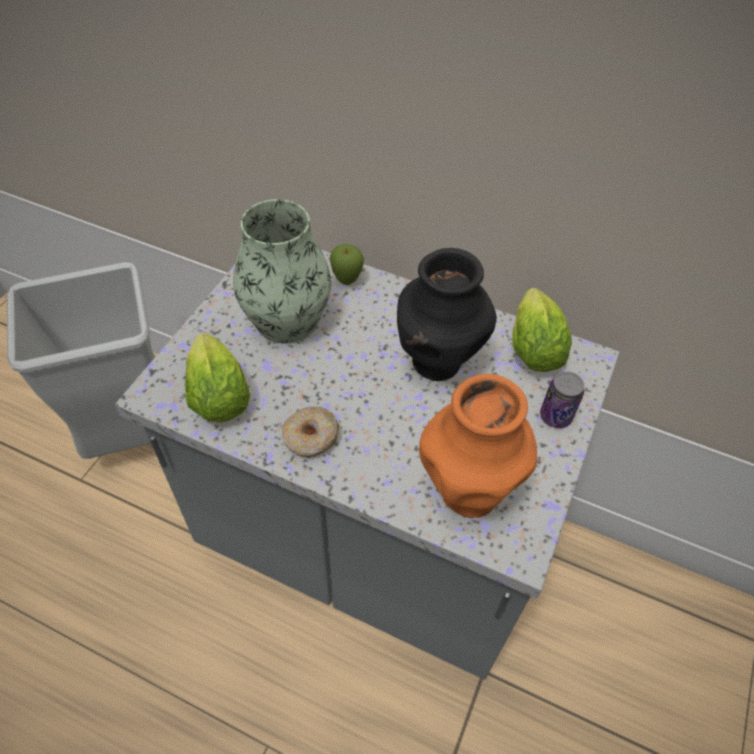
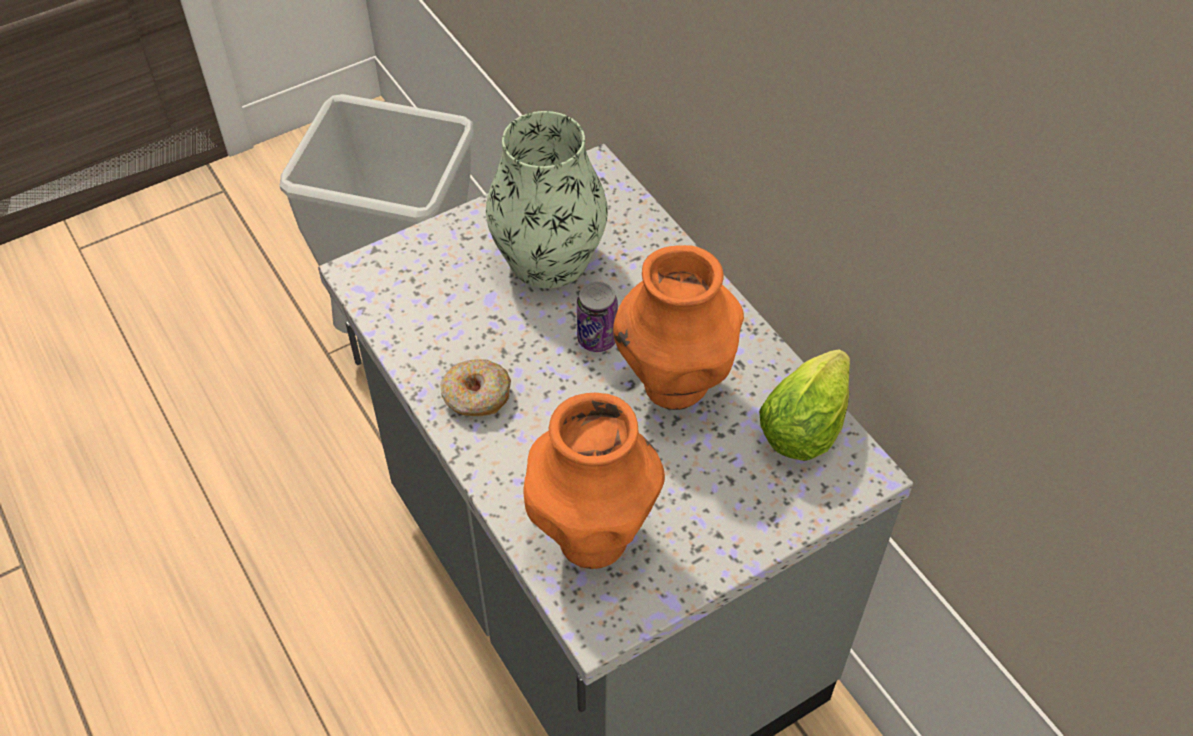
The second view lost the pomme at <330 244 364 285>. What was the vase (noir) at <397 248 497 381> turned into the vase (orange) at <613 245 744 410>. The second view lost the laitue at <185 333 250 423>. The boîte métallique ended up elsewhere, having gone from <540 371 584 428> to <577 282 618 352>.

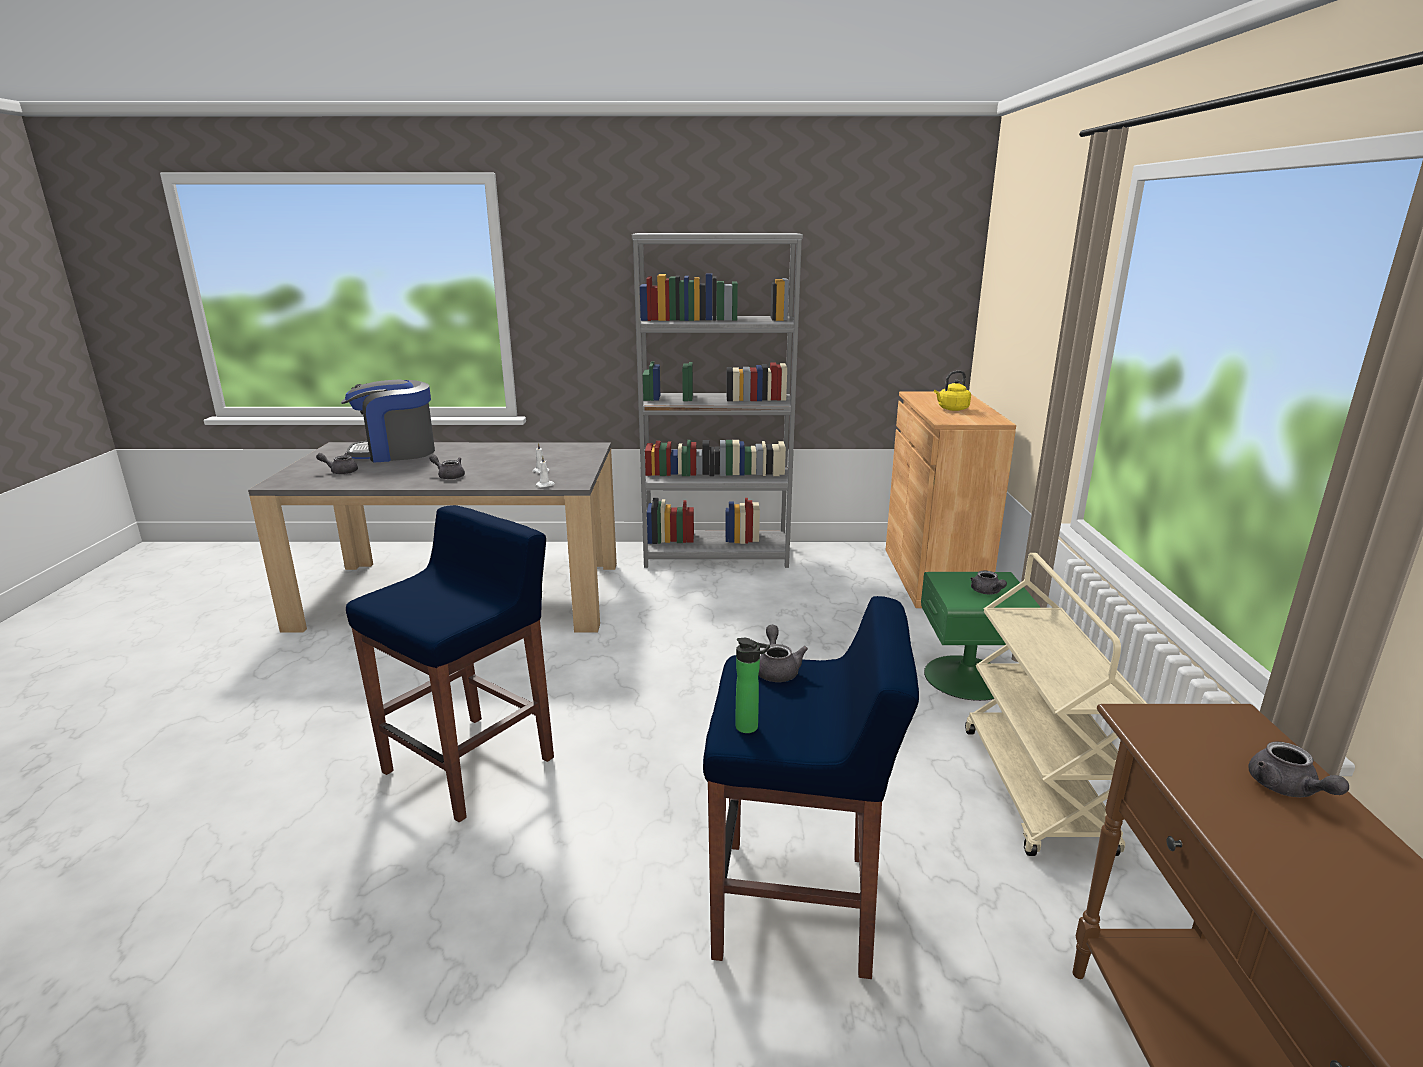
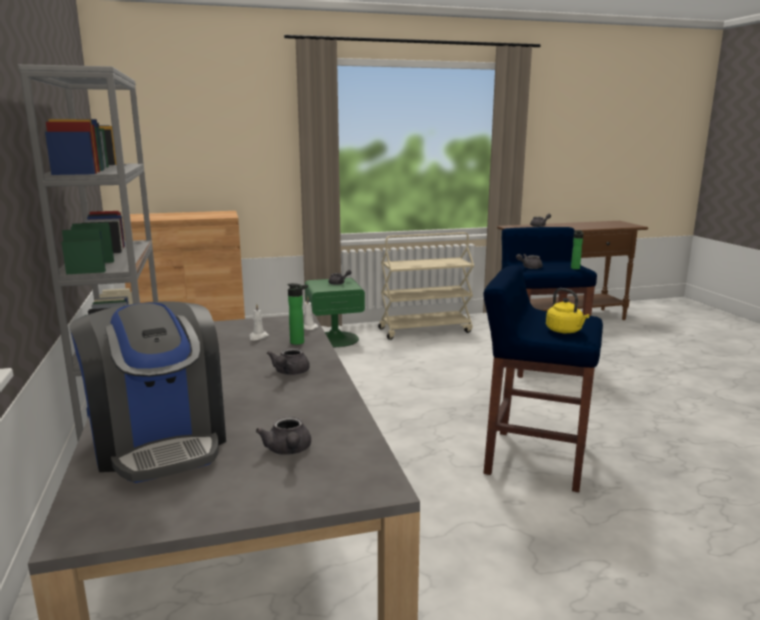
The bouilloire (jaune) ended up elsewhere, having gone from <934 371 971 411> to <546 288 589 333>. The second view gained the bouteille at <287 283 308 345>.

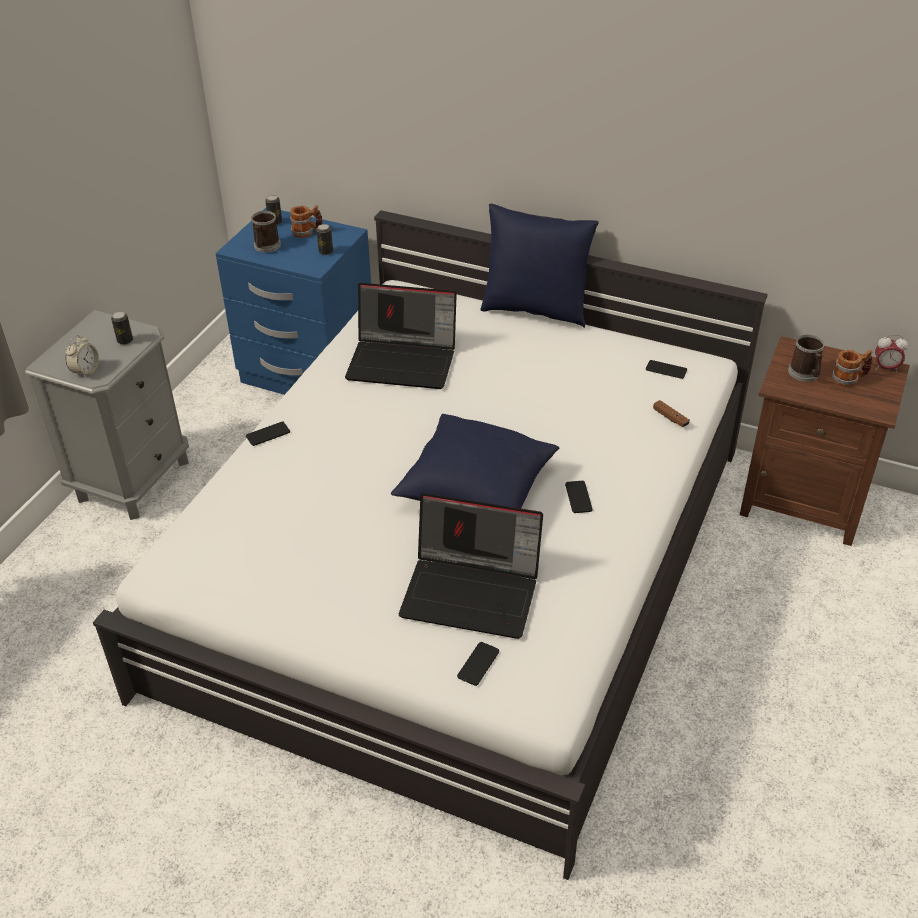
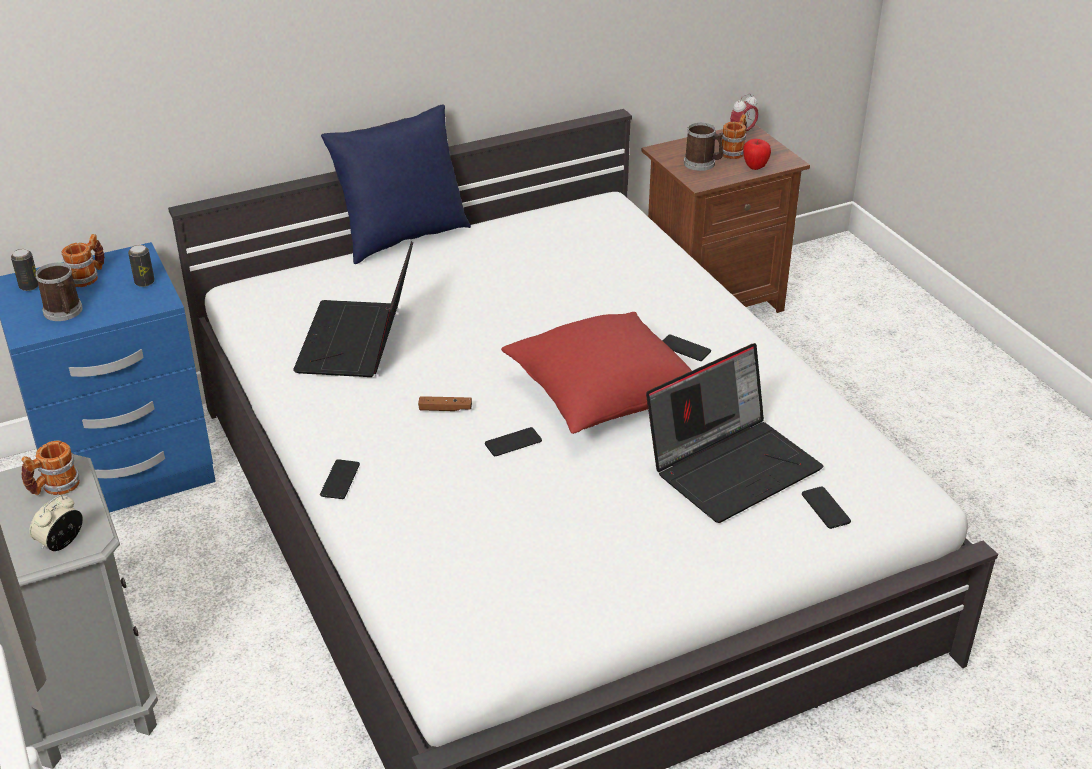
The ordinateur portable at <345 283 457 389> ended up facing another way, 135 degrees clockwise from before. Where the boîte métallique stood at <111 311 133 345>, the mug came to stand at <21 441 80 495>. The réveil at <65 335 99 379> ended up facing another way, 120 degrees counterclockwise from before. The téléphone ended up elsewhere, having gone from <646 360 687 379> to <485 427 542 456>. The manette (marron) ended up elsewhere, having gone from <653 400 690 427> to <418 396 472 411>. What was the coussin (bleu) at <391 414 559 508> turned into the coussin (rouge) at <501 312 692 434>. The second view gained the pomme at <743 139 771 170>.

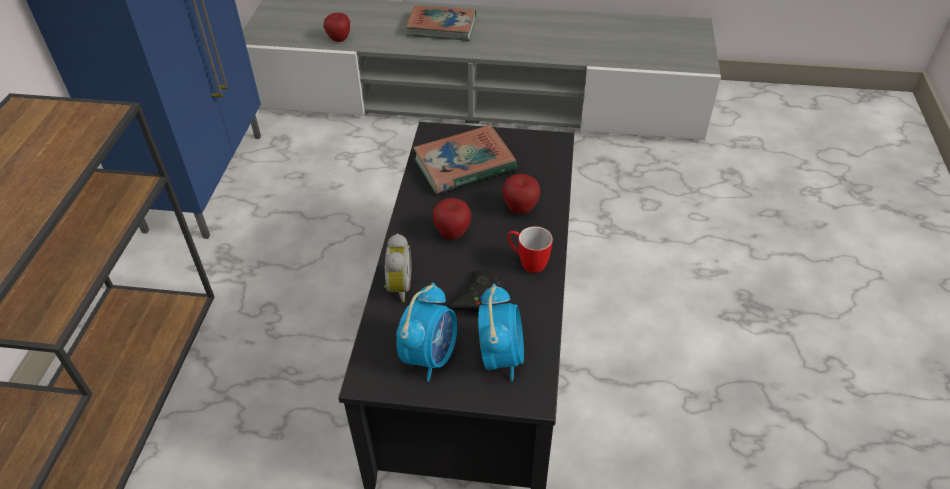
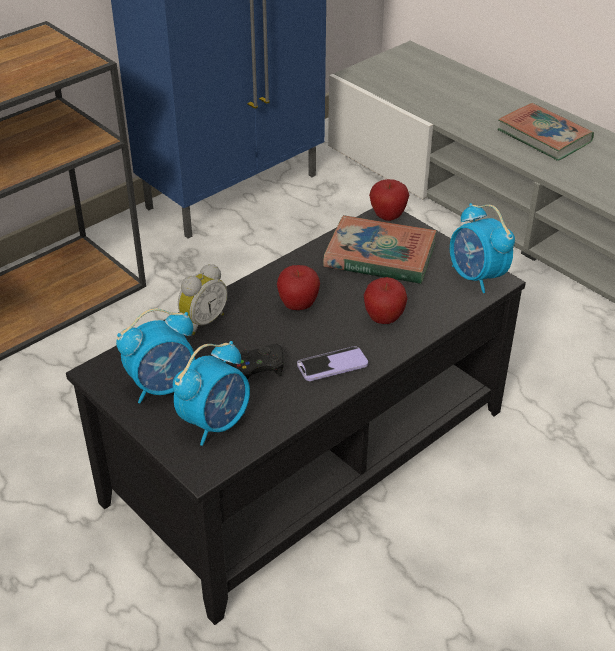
The pomme ended up elsewhere, having gone from <323 13 350 42> to <369 179 409 221>. Where the mug stood at <507 226 553 273>, the téléphone came to stand at <297 346 368 381>. The second view gained the réveil at <450 203 515 293>.

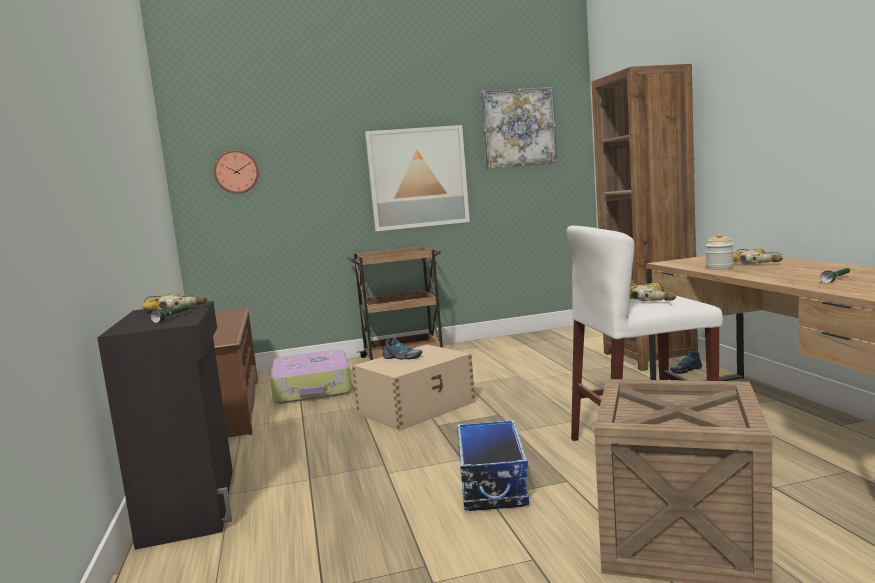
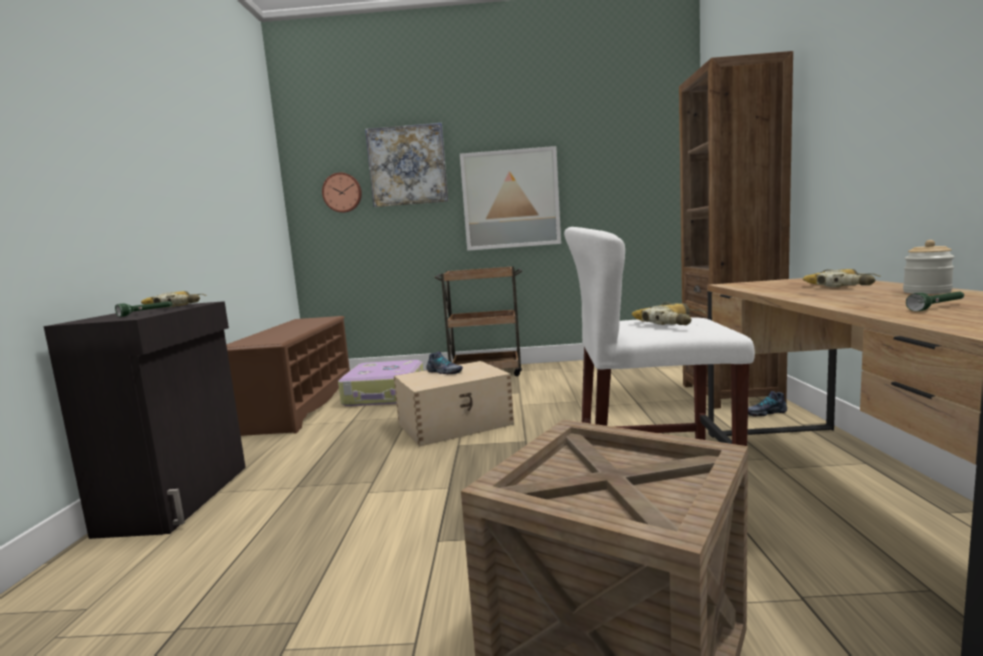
The tableau ended up elsewhere, having gone from <481 87 557 169> to <365 123 448 207>. The bocal ended up elsewhere, having gone from <705 233 734 270> to <903 240 955 294>. The second view lost the boîte de rangement at <457 420 529 511>.

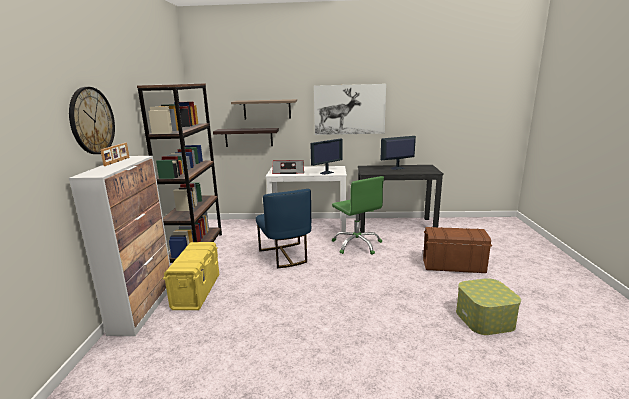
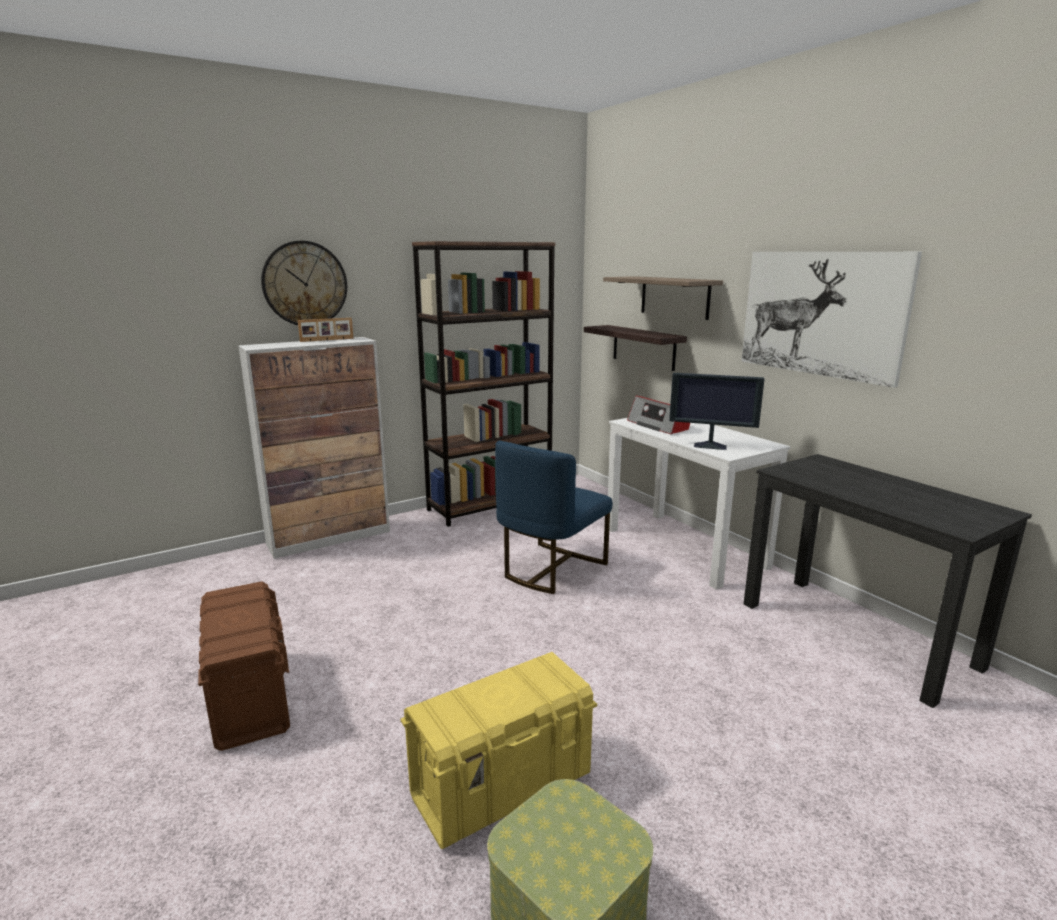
The second view lost the écran d'ordinateur at <380 136 416 170>. The second view lost the chaise de bureau (vert) at <332 176 384 255>. The boîte de rangement (marron) ended up elsewhere, having gone from <423 227 492 273> to <198 581 290 751>. The boîte de rangement (jaune) ended up elsewhere, having gone from <163 242 219 310> to <401 652 597 849>.

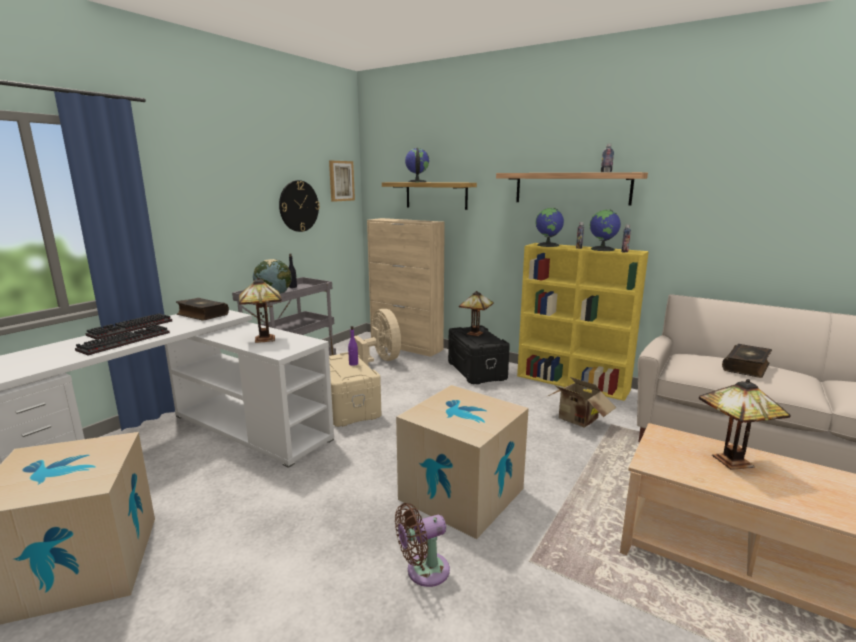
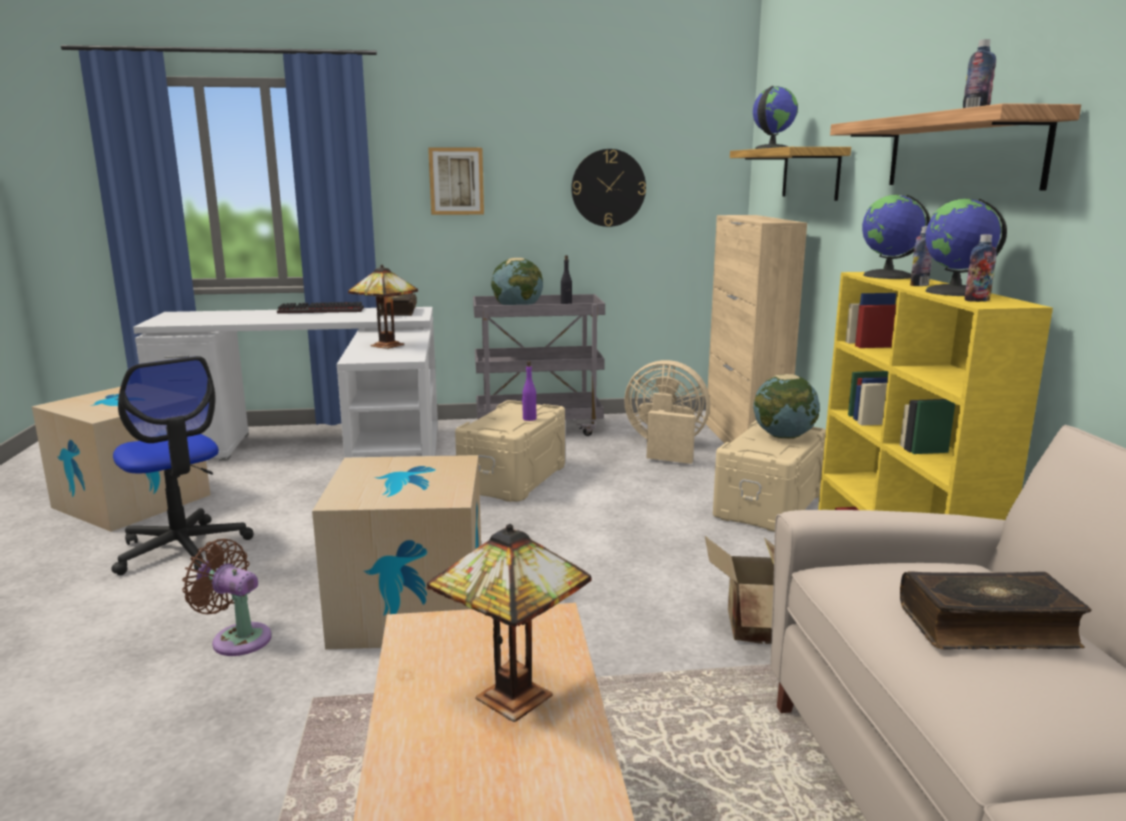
The tableau ended up elsewhere, having gone from <329 161 355 202> to <428 147 484 215>. Where the lampe de table stood at <459 291 494 336>, the globe came to stand at <753 374 820 439>. The ventilateur (beige) at <354 309 401 366> ended up facing another way, 90 degrees counterclockwise from before. The second view lost the clavier at <75 324 170 356>. What was the boîte de rangement (noir) at <448 325 510 384> turned into the boîte de rangement (beige) at <713 420 826 532>. The second view gained the chaise de bureau at <111 356 253 575>.

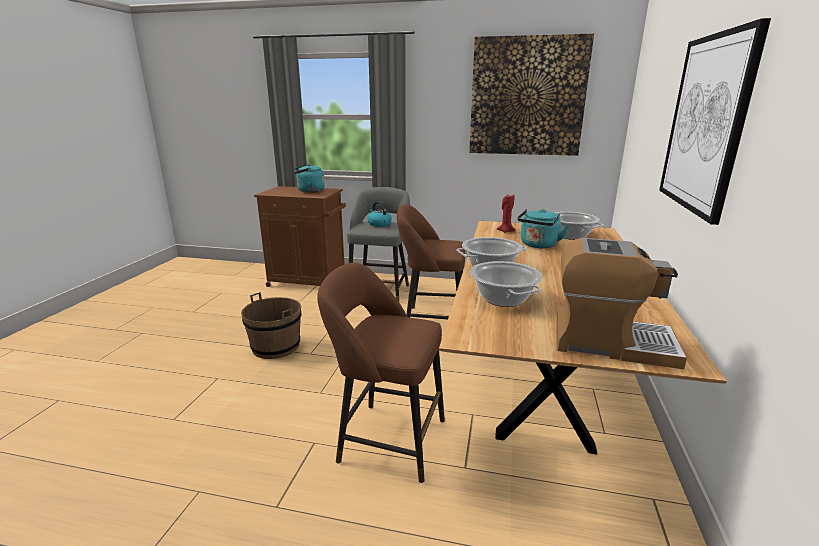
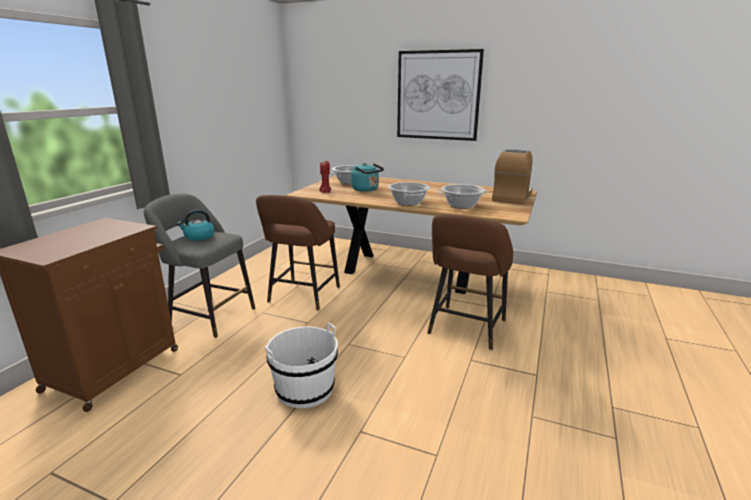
The second view lost the tableau at <469 34 594 156>. The second view lost the bouilloire (turquoise) at <294 164 325 192>. What was the seau (marron) at <241 292 301 359> turned into the seau (blanc) at <265 322 338 408>.

